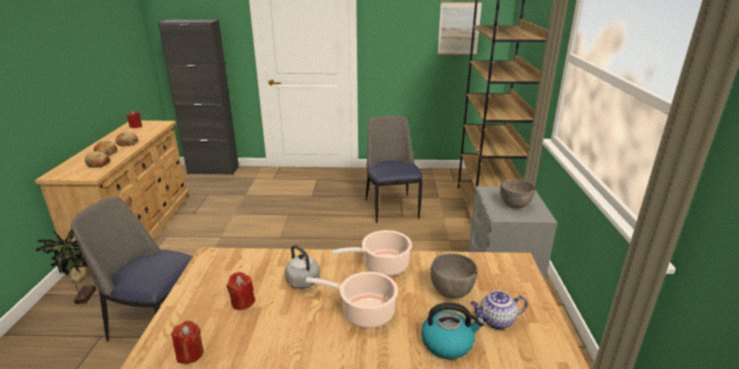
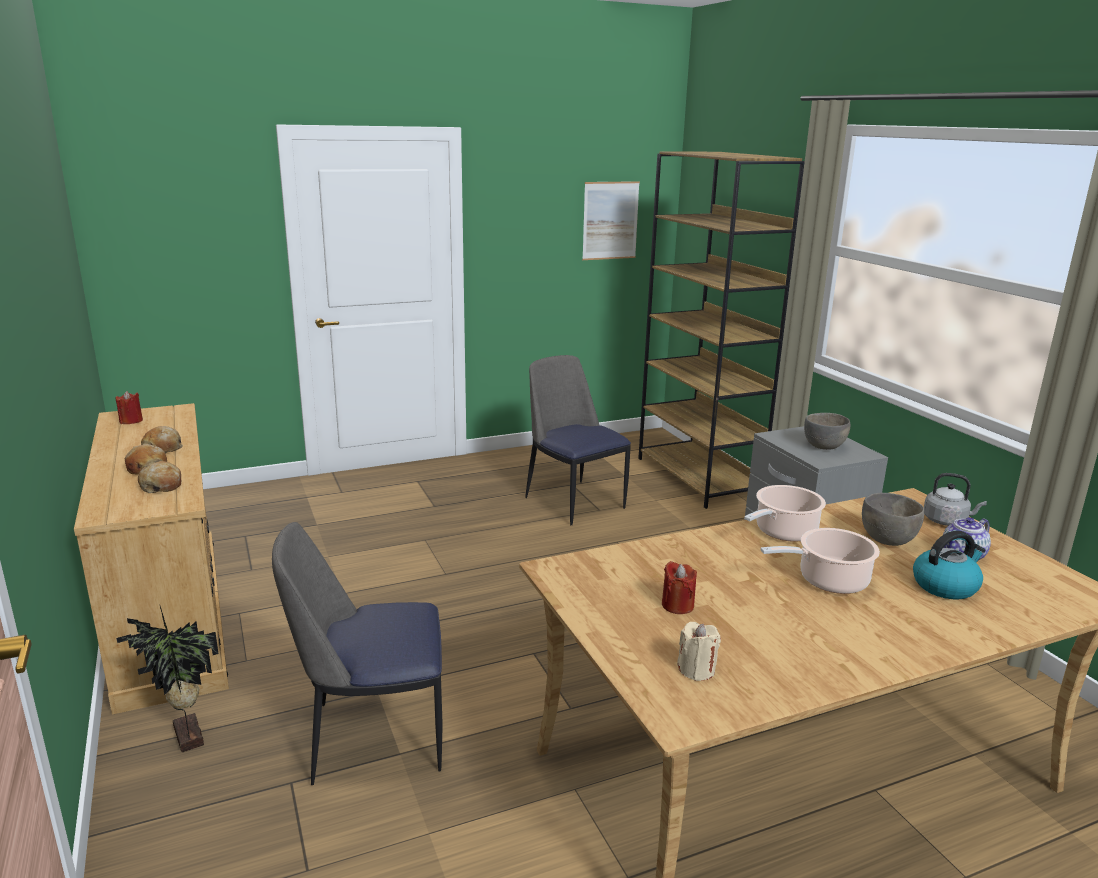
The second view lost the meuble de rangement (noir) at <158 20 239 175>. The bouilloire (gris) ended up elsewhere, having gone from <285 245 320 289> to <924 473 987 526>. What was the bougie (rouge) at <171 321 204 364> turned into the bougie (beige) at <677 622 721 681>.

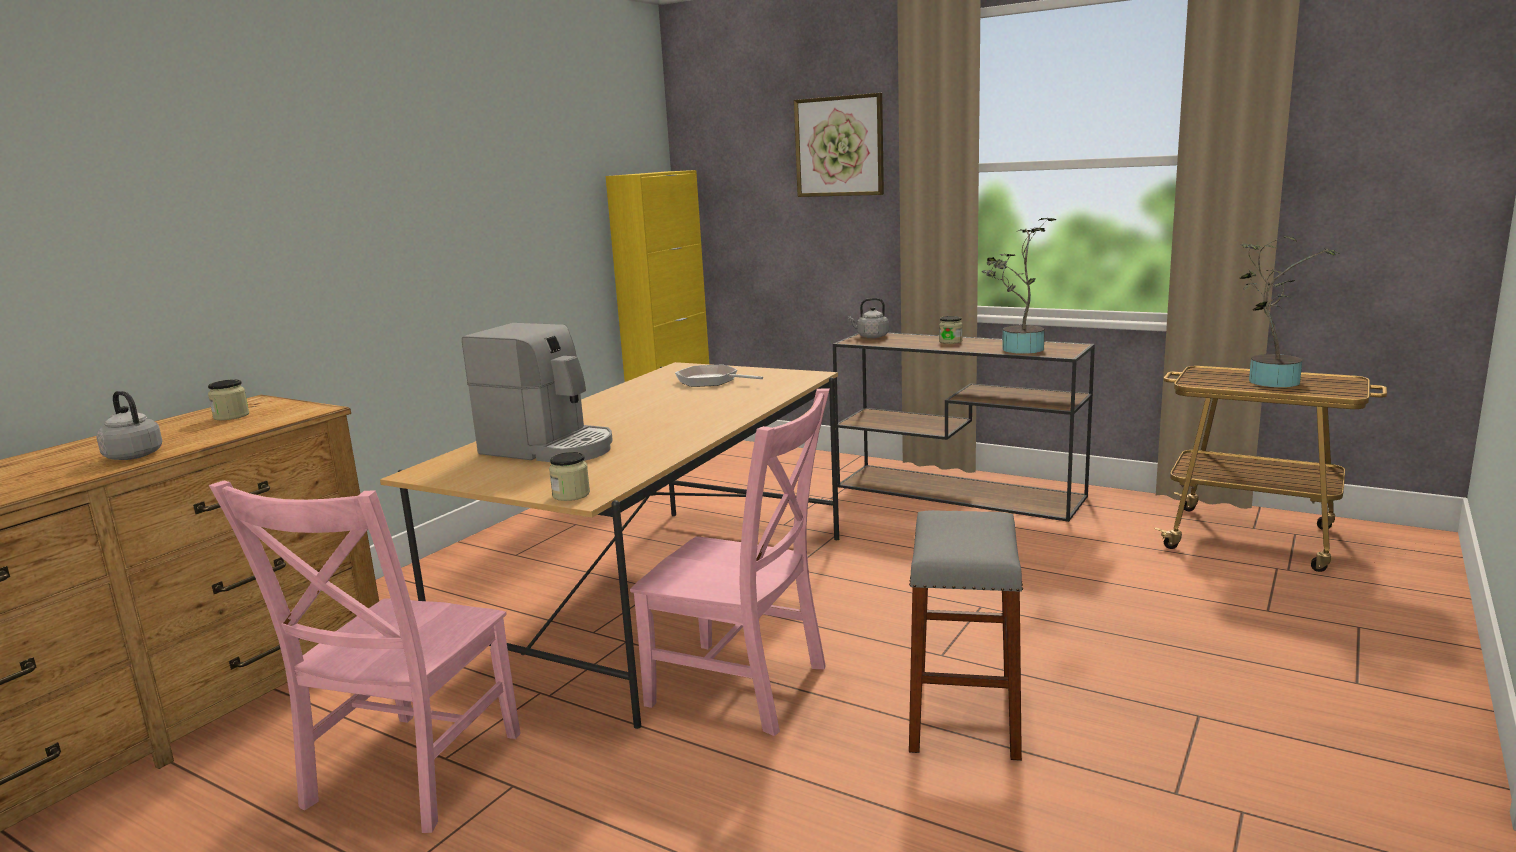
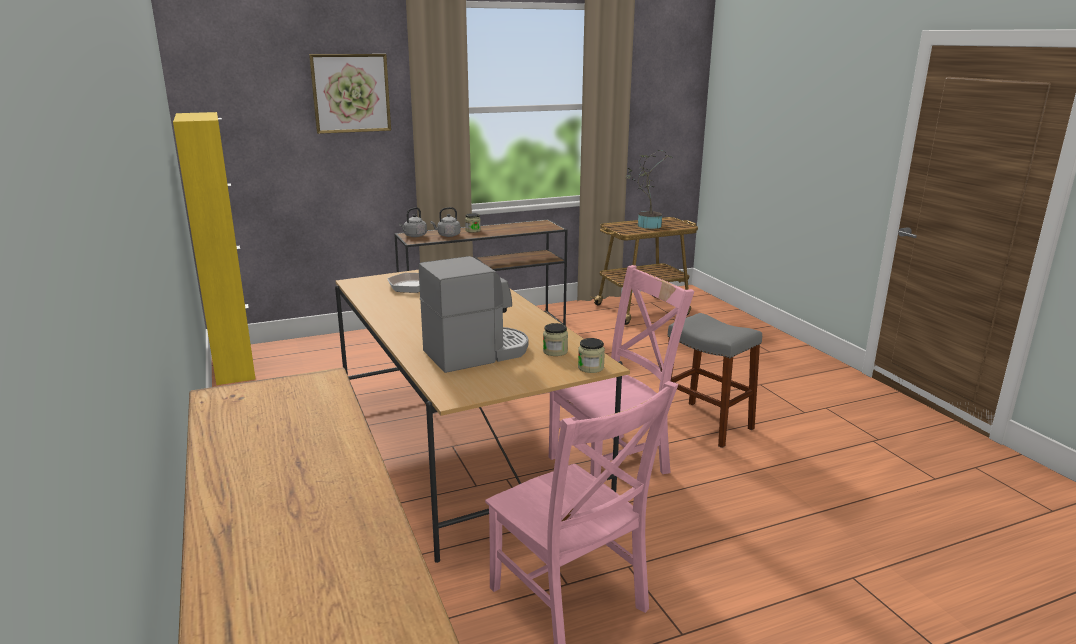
The second view lost the plante en pot at <982 218 1056 354>. The bocal ended up elsewhere, having gone from <208 379 249 420> to <543 323 568 356>. The bouilloire (gris) ended up elsewhere, having gone from <96 391 162 460> to <430 207 461 237>.

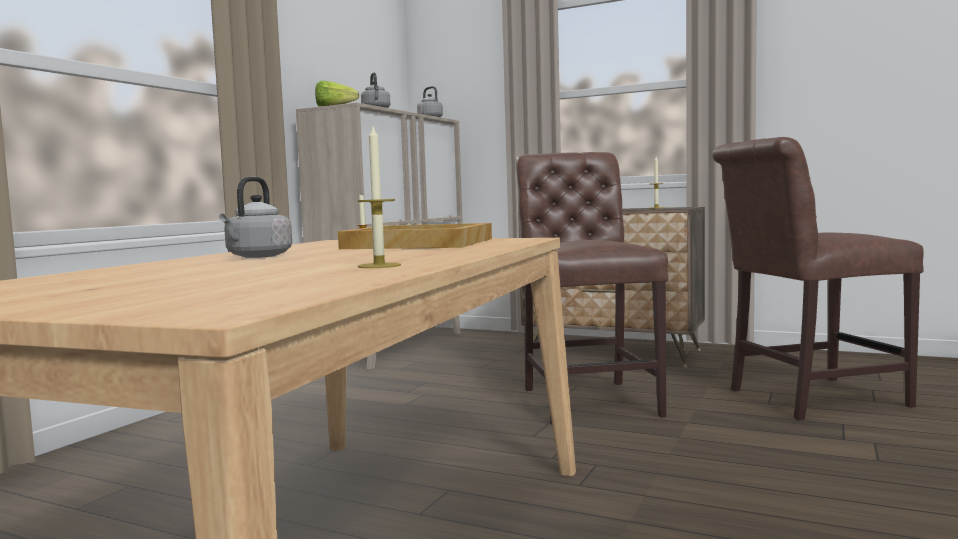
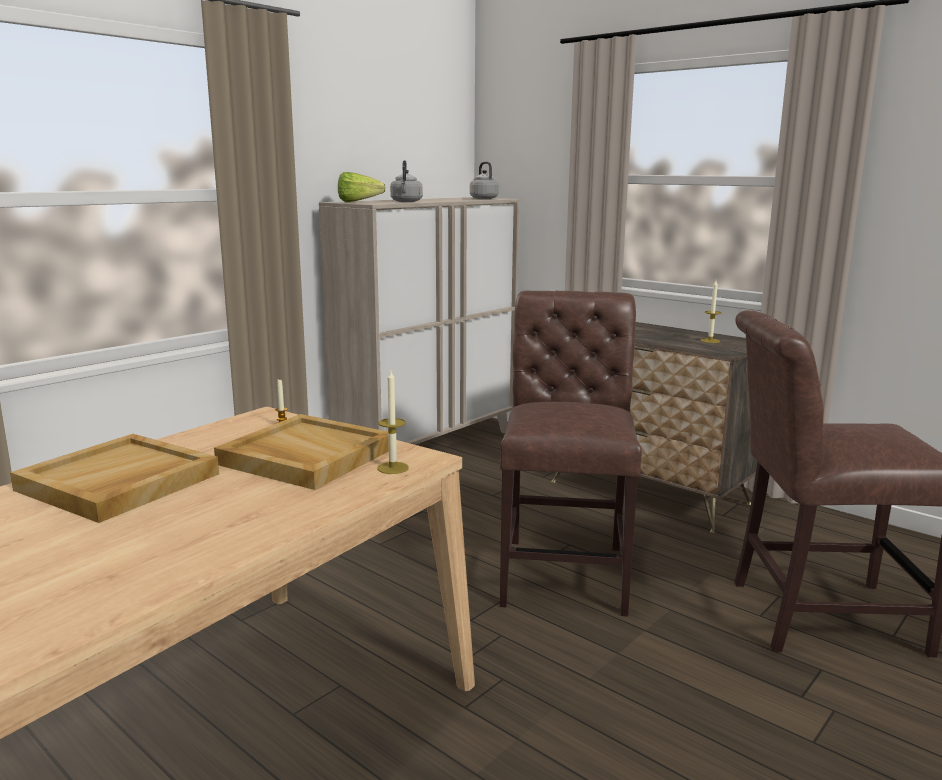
The bougie ended up elsewhere, having gone from <358 127 401 268> to <377 371 409 474>. Where the bouilloire (gris) stood at <219 177 292 258>, the plateau (beige) came to stand at <10 434 219 523>.

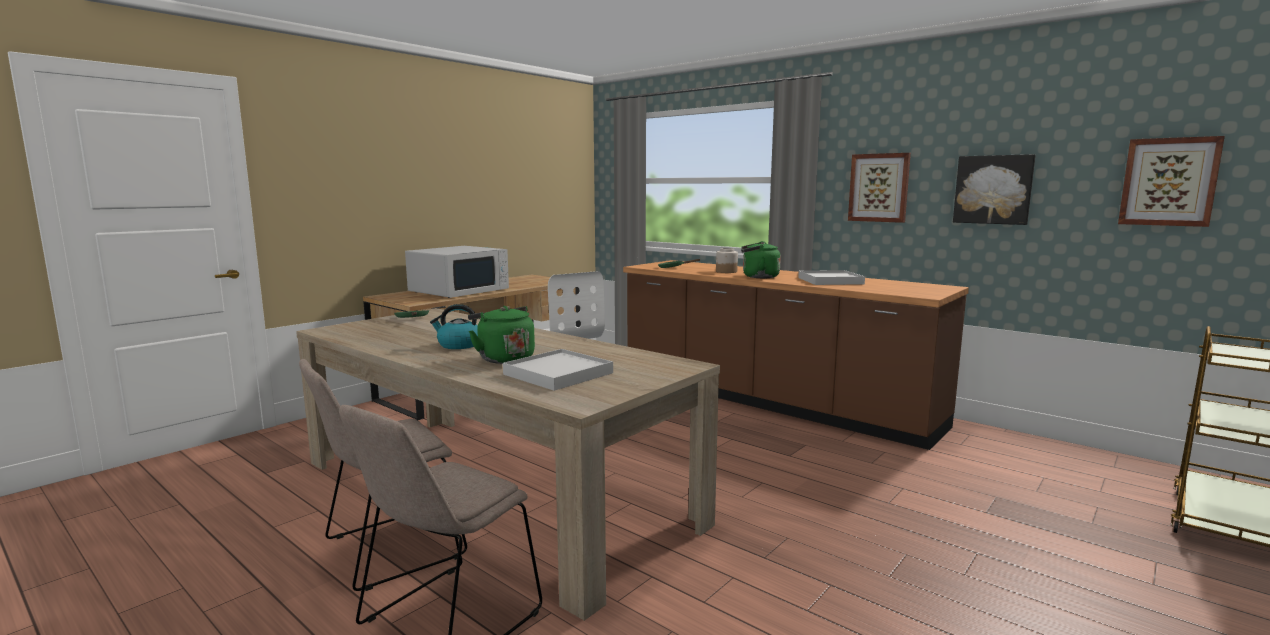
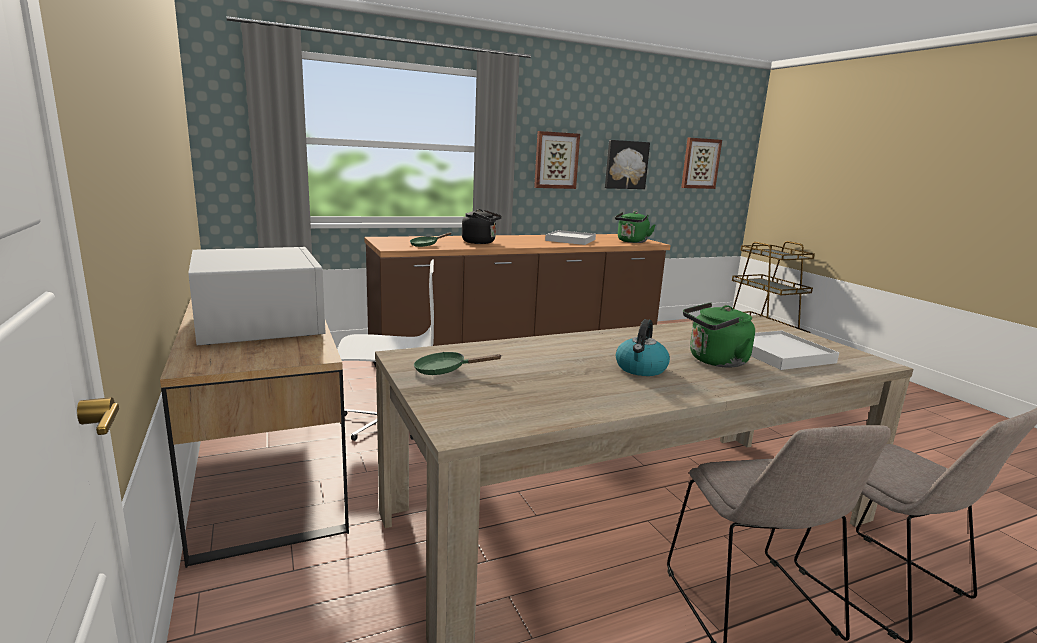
The bouilloire (vert) ended up elsewhere, having gone from <741 241 781 278> to <615 211 655 243>. Where the bocal stood at <716 248 738 273>, the bouilloire (noir) came to stand at <462 209 502 244>.

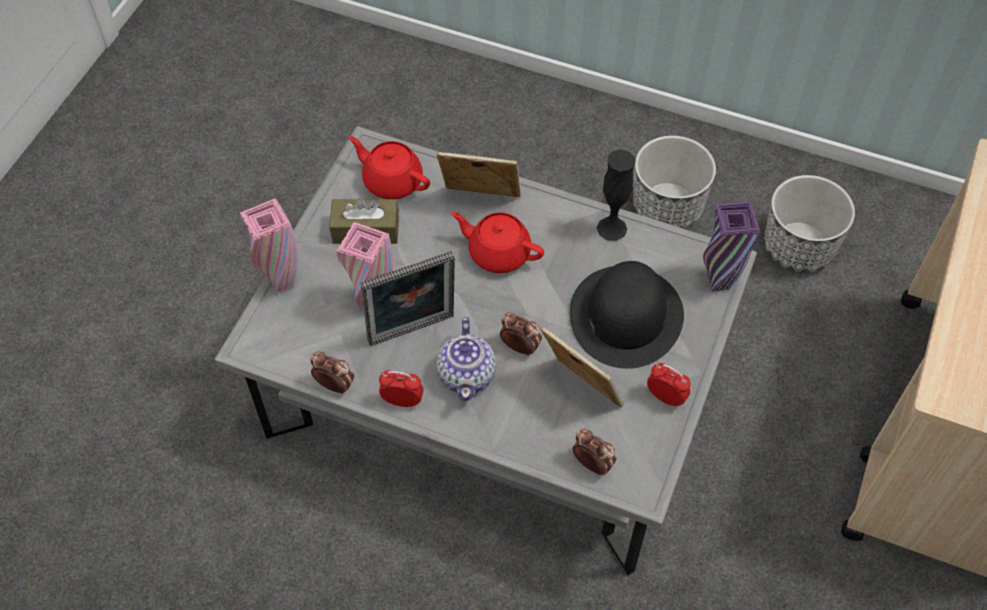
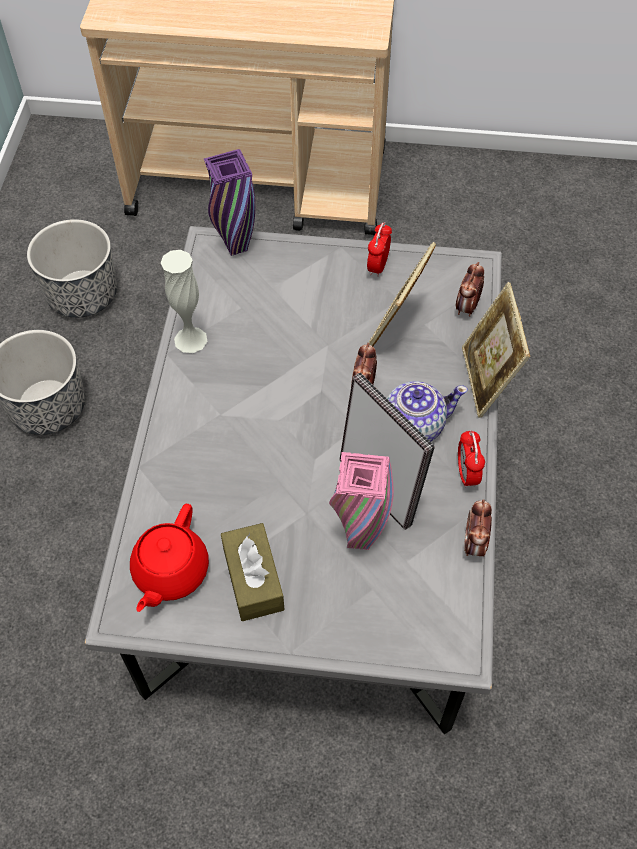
What was the vase (noir) at <597 150 635 241> turned into the vase (blanc) at <161 250 208 353>. The cadre photo ended up elsewhere, having gone from <436 152 521 197> to <462 282 530 418>. The second view lost the vase (rose) at <240 198 298 293>. The second view lost the théière (rouge) at <451 212 544 273>. The second view lost the chapeau (noir) at <570 261 684 369>.

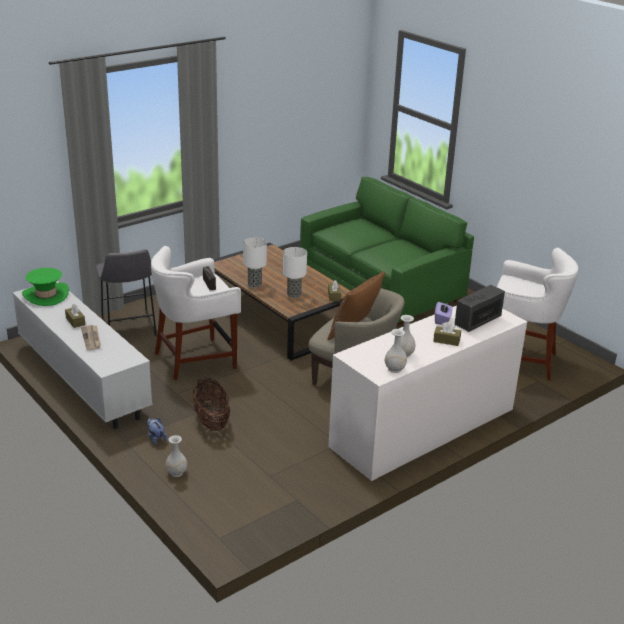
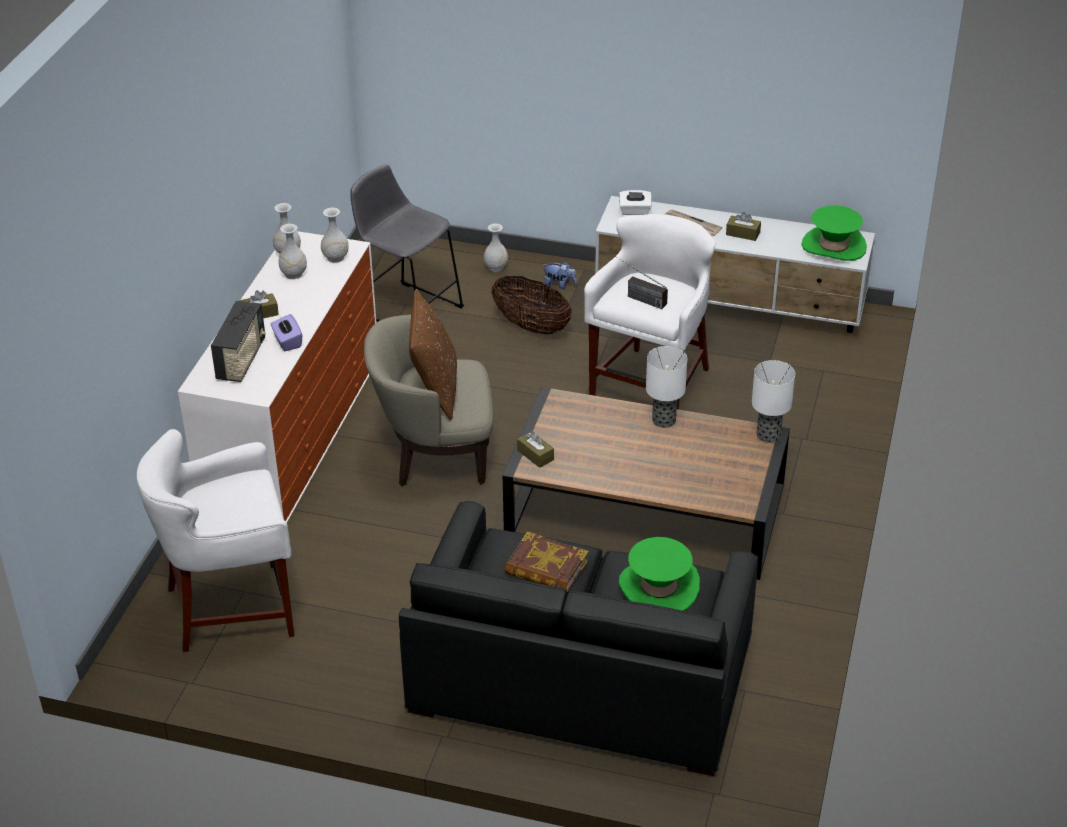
What was the canapé (vert) at <300 177 474 326> turned into the canapé (noir) at <399 501 758 776>. The lampe de table ended up elsewhere, having gone from <283 247 307 298> to <752 360 795 443>. The tabouret (gris) ended up elsewhere, having gone from <96 249 157 336> to <350 164 464 321>. The second view gained the boîte à mouchoirs (blanc) at <619 190 652 215>. The second view gained the vase (blanc) at <321 207 349 263>. The second view gained the livre at <505 531 589 593>. The second view gained the chapeau (vert) at <619 537 700 611>.

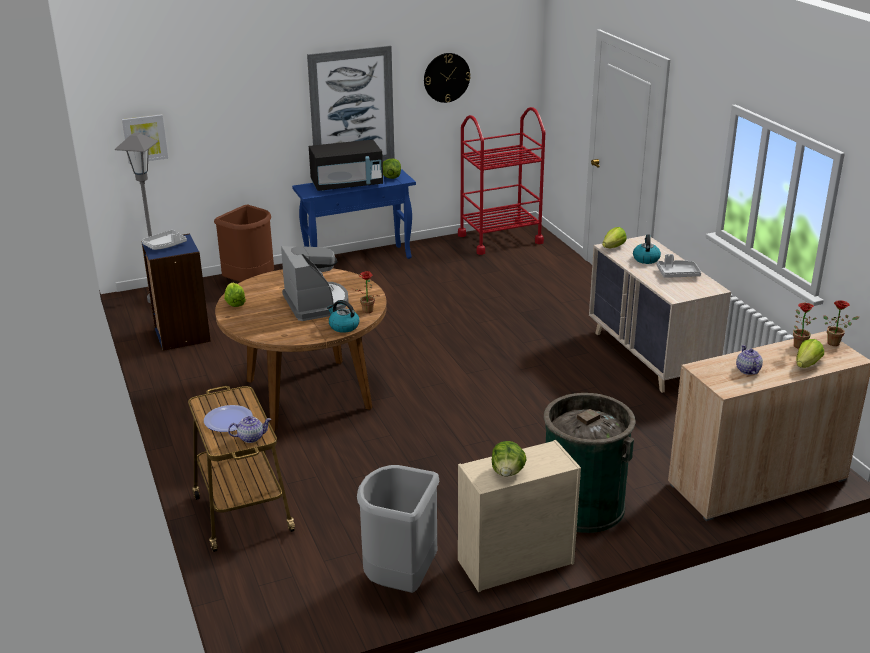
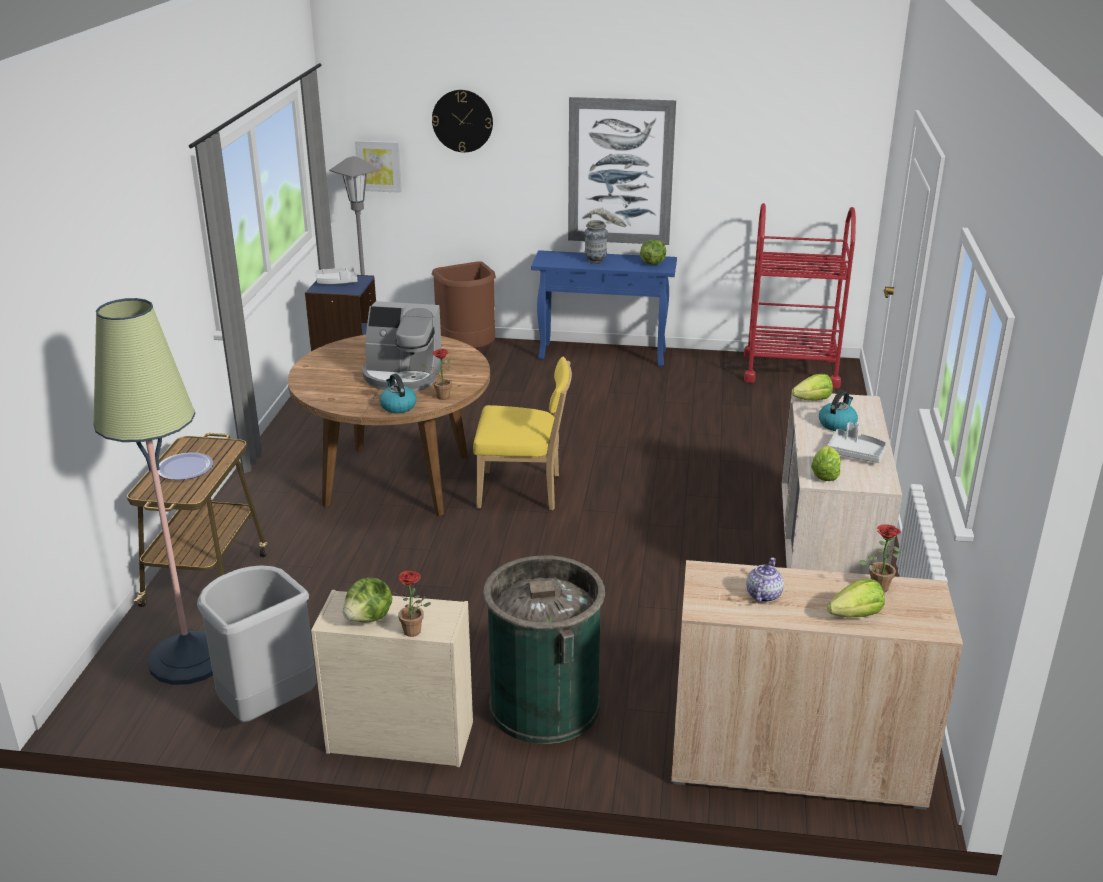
The horloge murale ended up elsewhere, having gone from <424 53 471 103> to <432 90 493 152>. Where the micro-ondes (noir) stood at <309 140 383 191>, the vase came to stand at <584 220 608 264>. The machine à café at <281 246 349 321> ended up facing another way, 90 degrees clockwise from before. The laitue ended up elsewhere, having gone from <224 283 246 307> to <811 446 841 481>. The plante en pot ended up elsewhere, having gone from <823 300 859 346> to <395 571 431 637>. The second view lost the théière at <228 416 271 443>. The second view gained the lampadaire at <93 298 213 685>. The second view gained the chaise (jaune) at <473 357 572 510>.

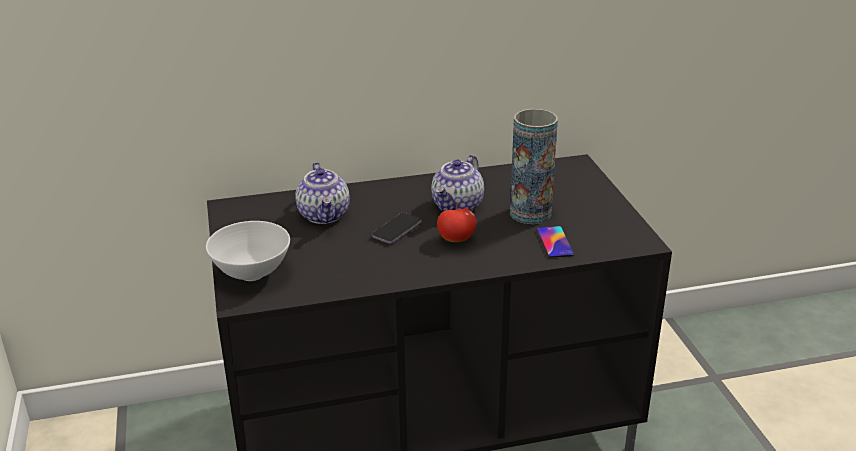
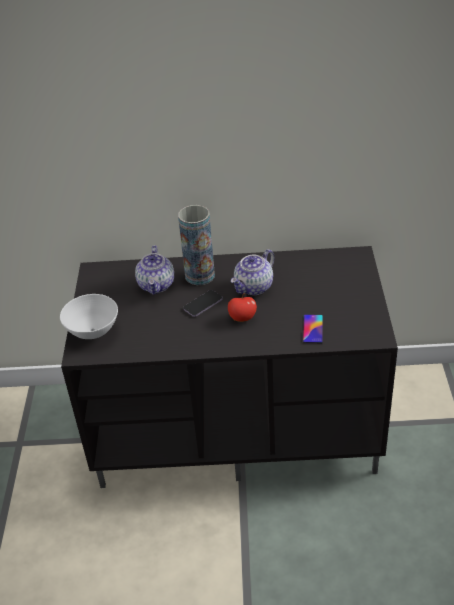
The vase ended up elsewhere, having gone from <510 109 558 224> to <178 205 215 285>.

